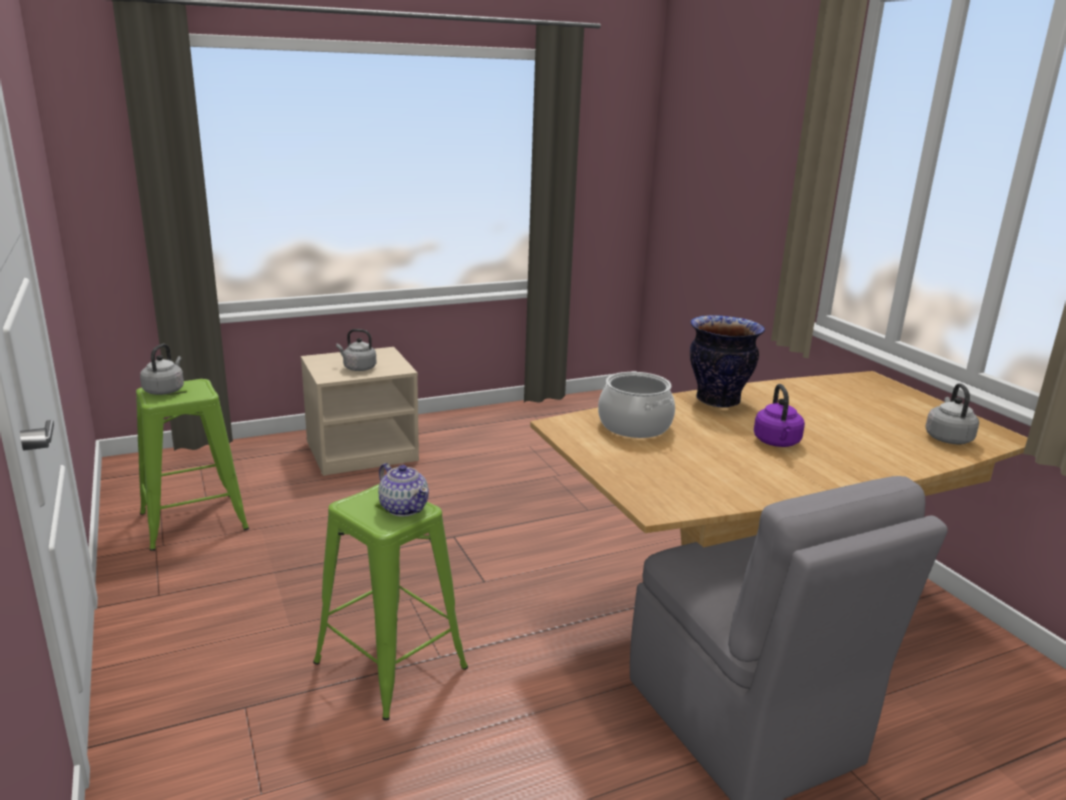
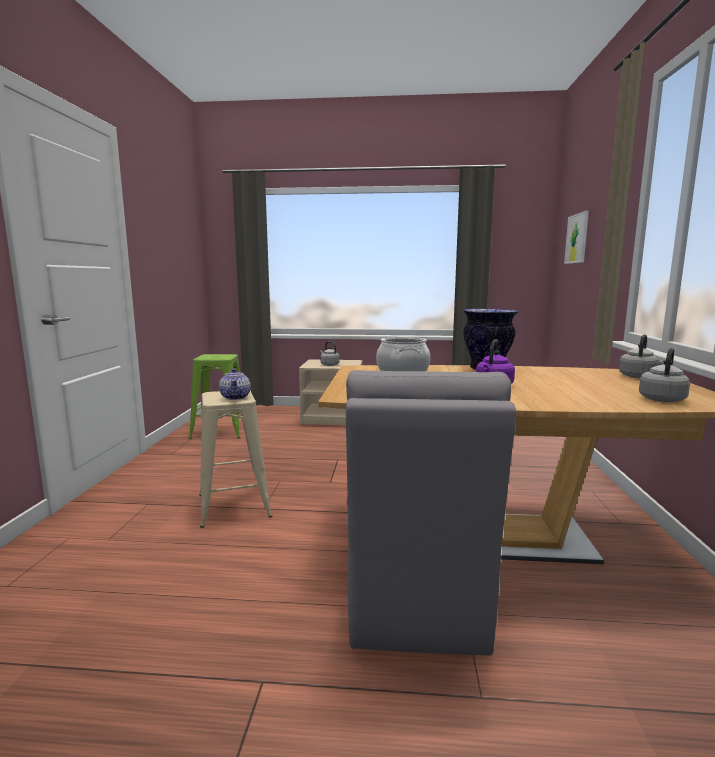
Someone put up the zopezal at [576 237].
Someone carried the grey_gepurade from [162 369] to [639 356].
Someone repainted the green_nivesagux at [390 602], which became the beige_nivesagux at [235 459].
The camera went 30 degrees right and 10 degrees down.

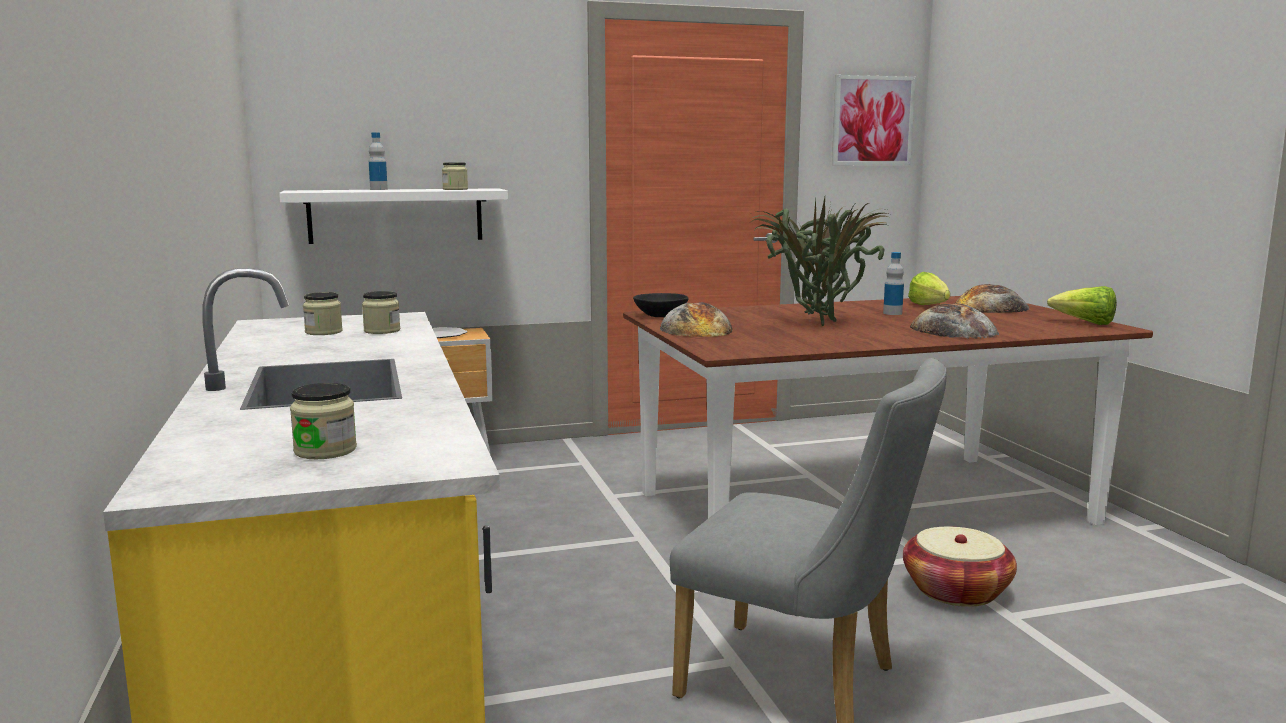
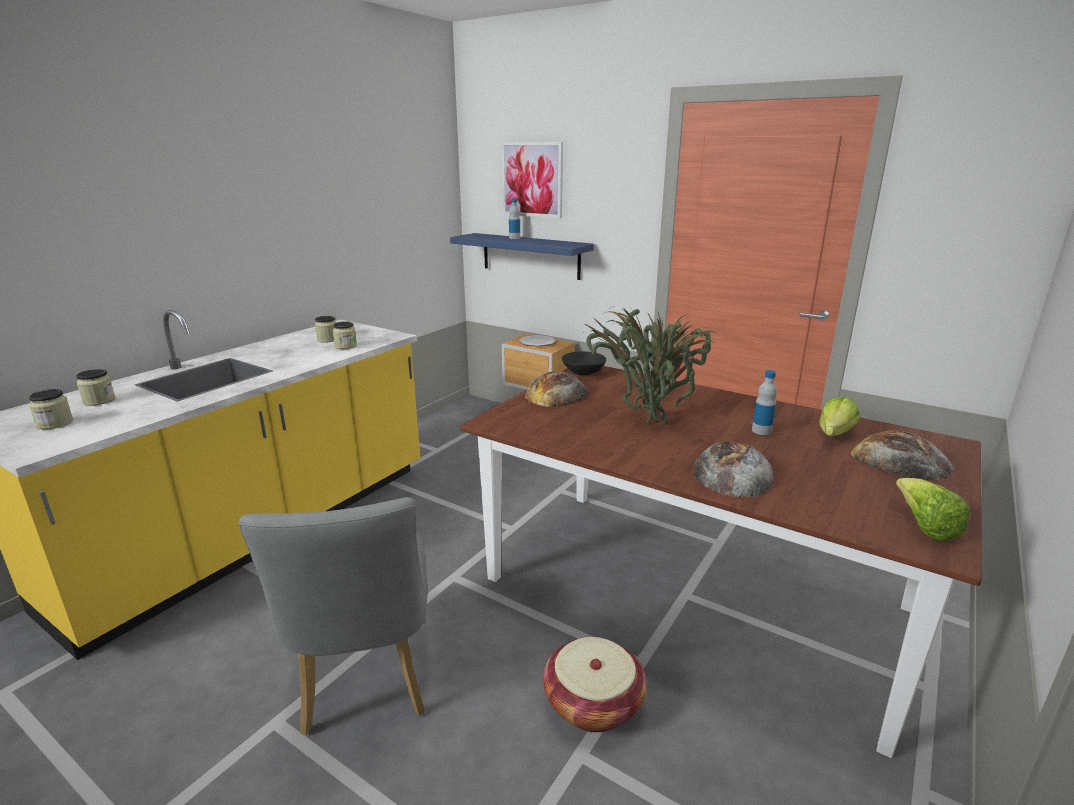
Someone carried the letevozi from [455 176] to [95 387].
Someone carried the zopezal from [874 120] to [532 180].
Someone repainted the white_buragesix at [393 216], which became the blue_buragesix at [522 256].
The camera went 50 degrees right and 10 degrees up.

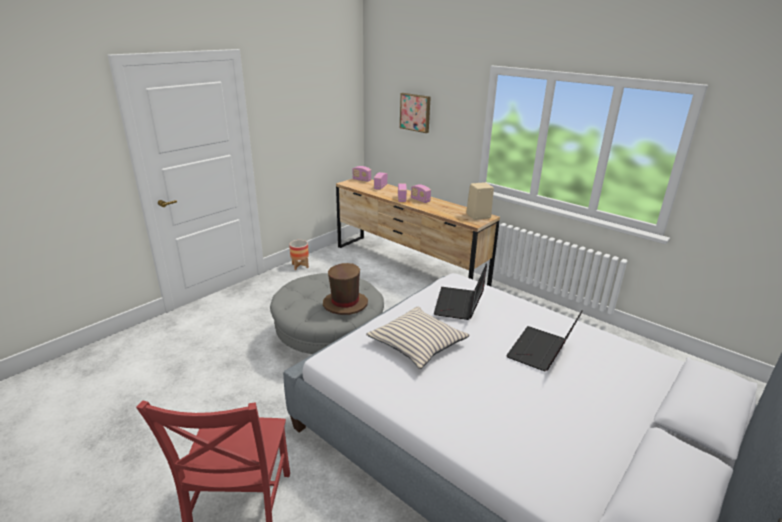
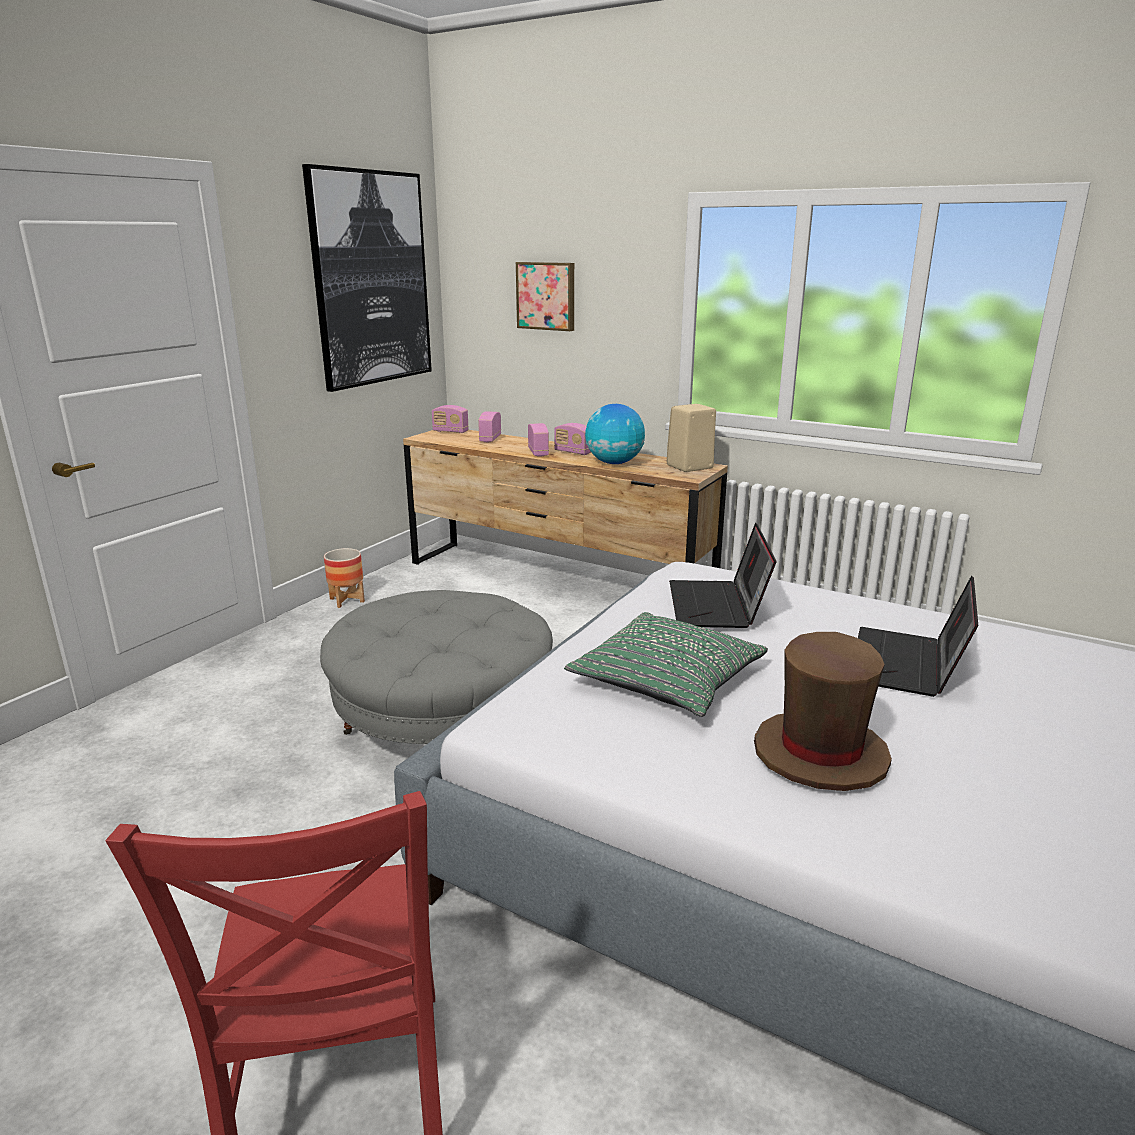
Someone put up the zopezal at [367 278].
Someone put down the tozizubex at [615 434].
Someone carried the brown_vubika from [345 289] to [823 711].
Someone repainted the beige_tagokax at [418 338], which became the green_tagokax at [666 664].
The camera went 10 degrees left and 5 degrees down.

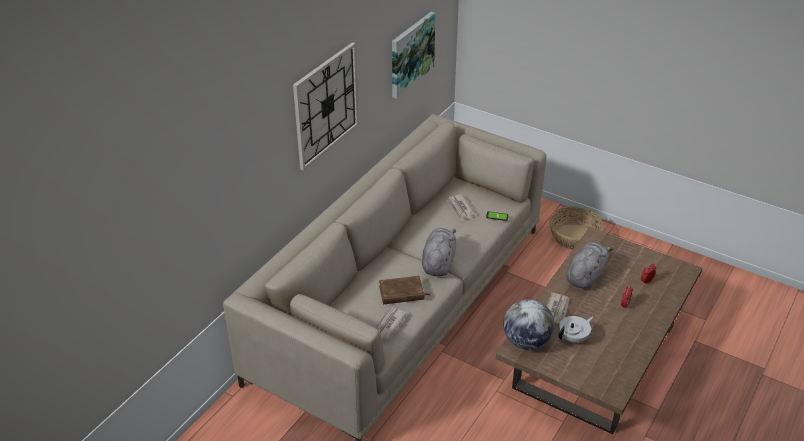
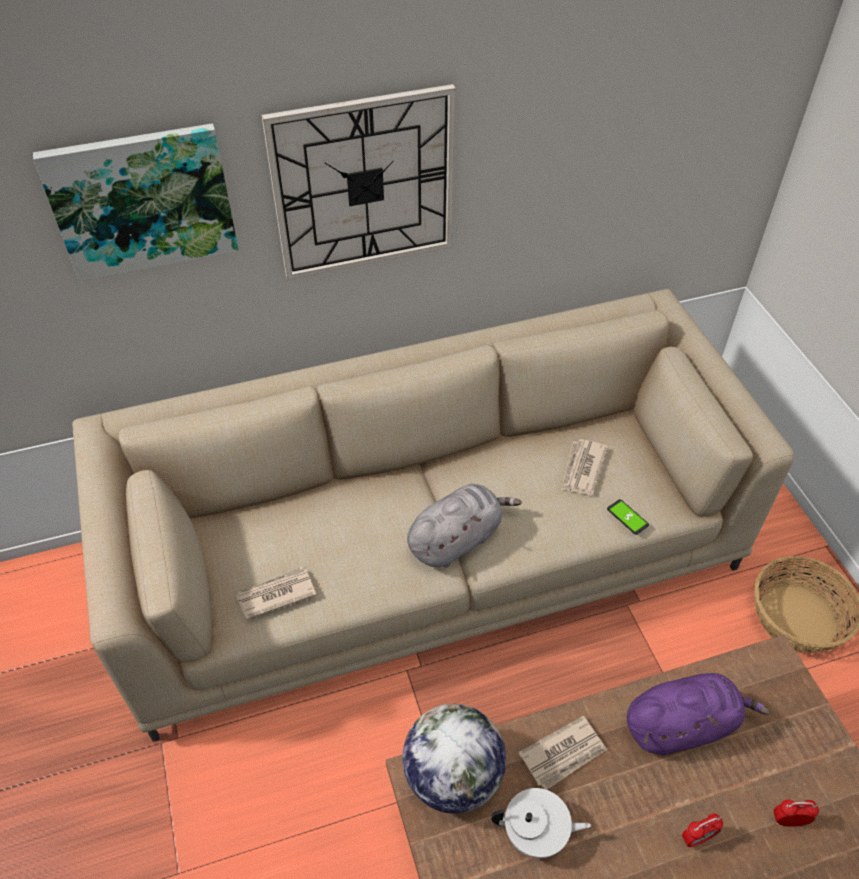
Someone took away the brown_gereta at [404 290].
Someone carried the zopezal from [414 55] to [136 202].
Someone repainted the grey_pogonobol at [589 265], which became the purple_pogonobol at [698 714].
The camera went 40 degrees right and 10 degrees up.

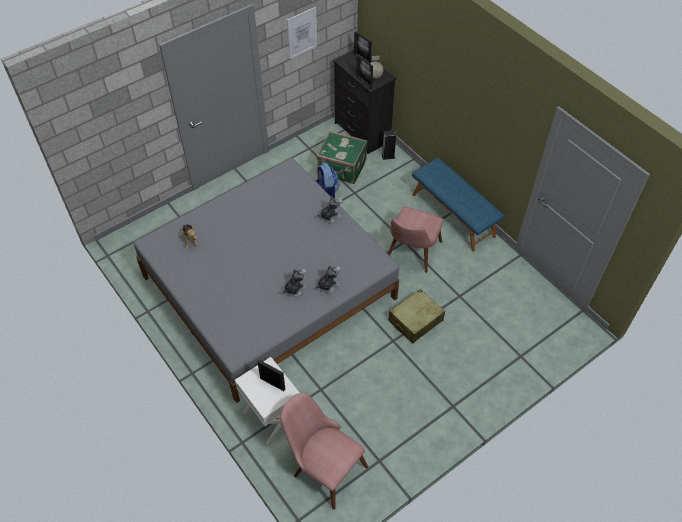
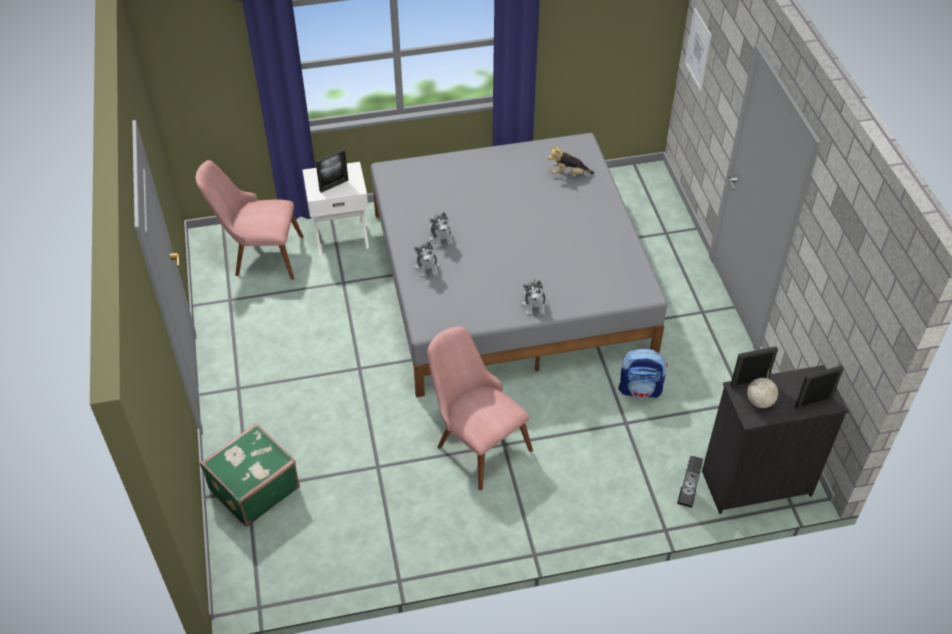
Someone took away the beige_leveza at [416 316].
Someone took away the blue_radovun at [458 205].
Someone carried the zopezal from [302 33] to [698 50].
Someone carried the green_leveza from [341 157] to [250 475].
Someone rotated the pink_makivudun at [324 451] by 150 degrees counterclockwise.
The camera went 115 degrees right and 5 degrees down.

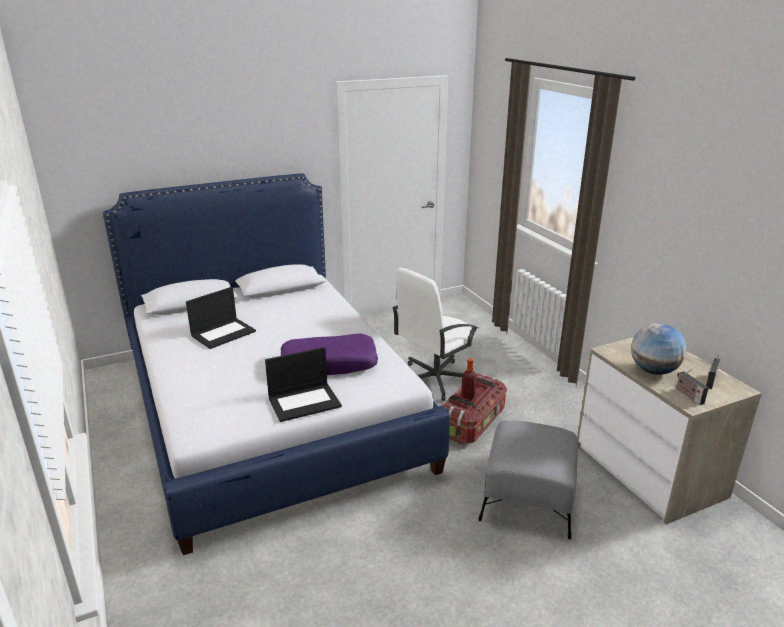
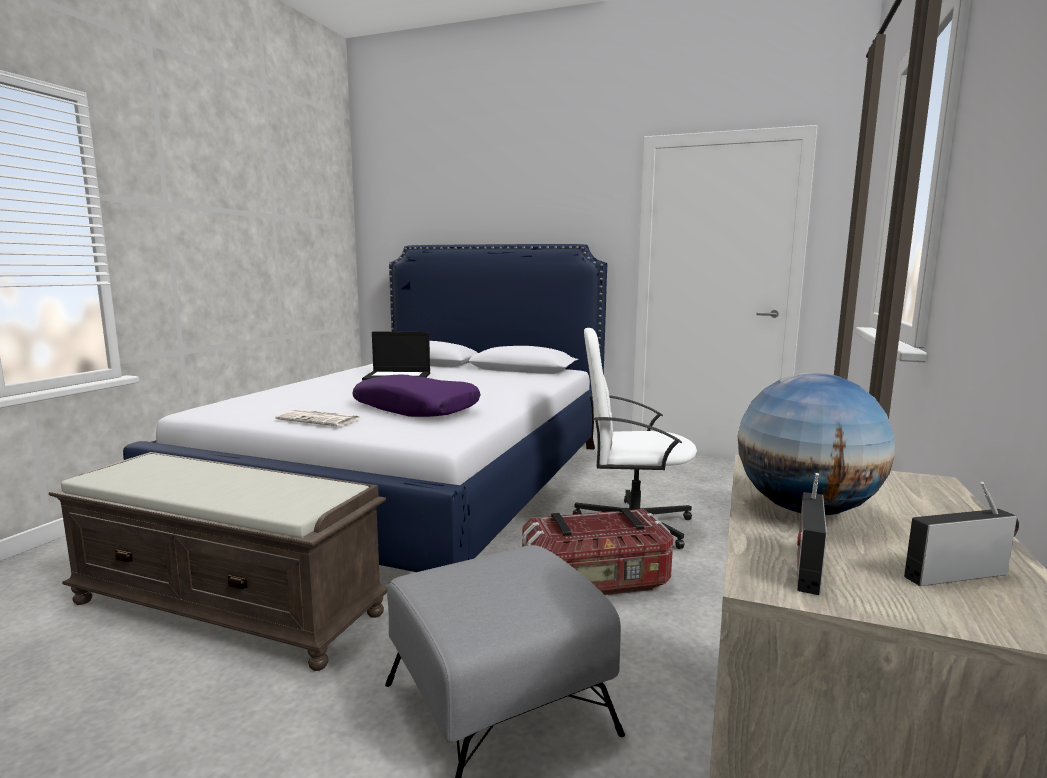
Someone took away the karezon at [469 379].
Someone put down the brown_radovun at [218 561].
Someone swapped the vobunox at [303 384] for the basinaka at [317 417].
The camera went 45 degrees right and 15 degrees down.

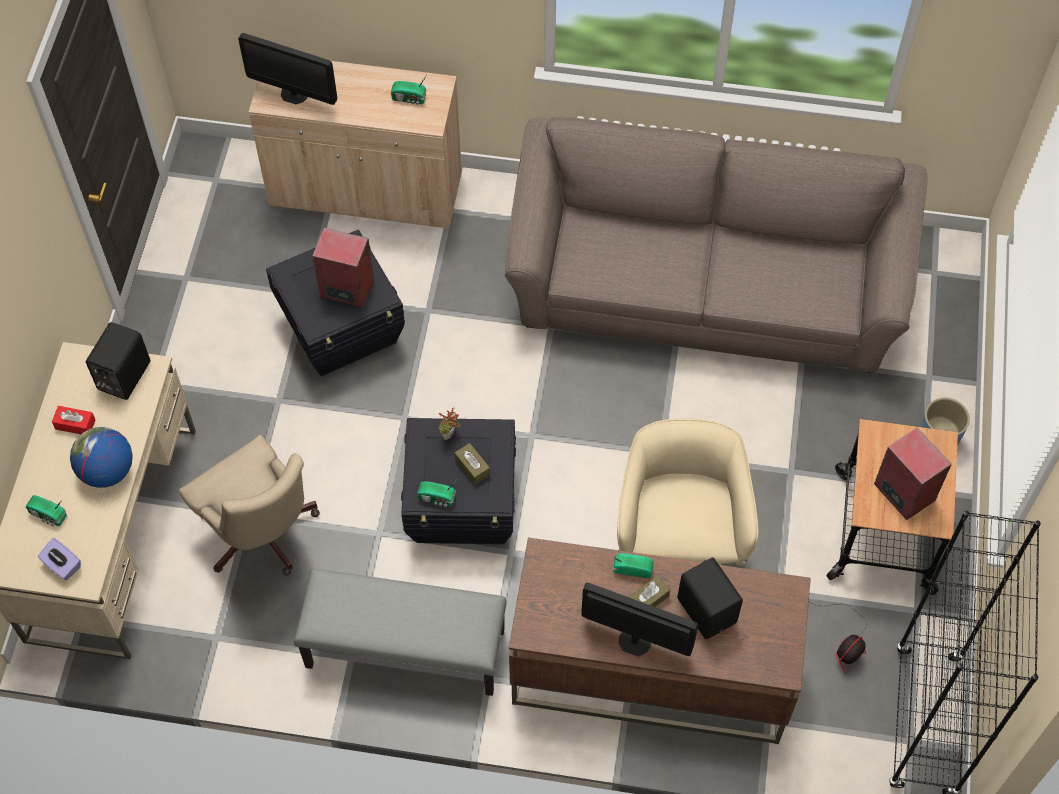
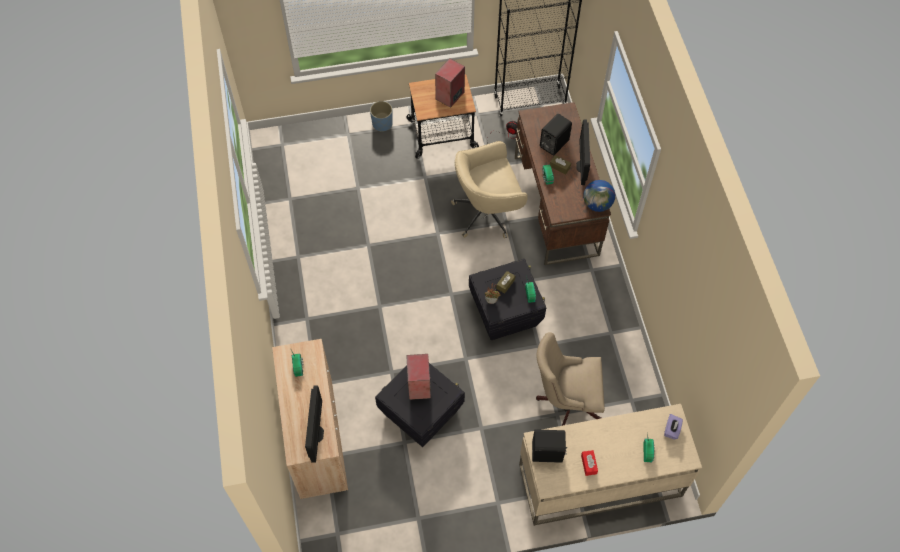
Someone took away the grey_radovun at [400 632].
Someone took away the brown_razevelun at [716 245].
Someone carried the tozizubex from [101 457] to [599 196].
Someone rotated the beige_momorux at [249 505] by 120 degrees counterclockwise.
The camera went 110 degrees left and 0 degrees up.

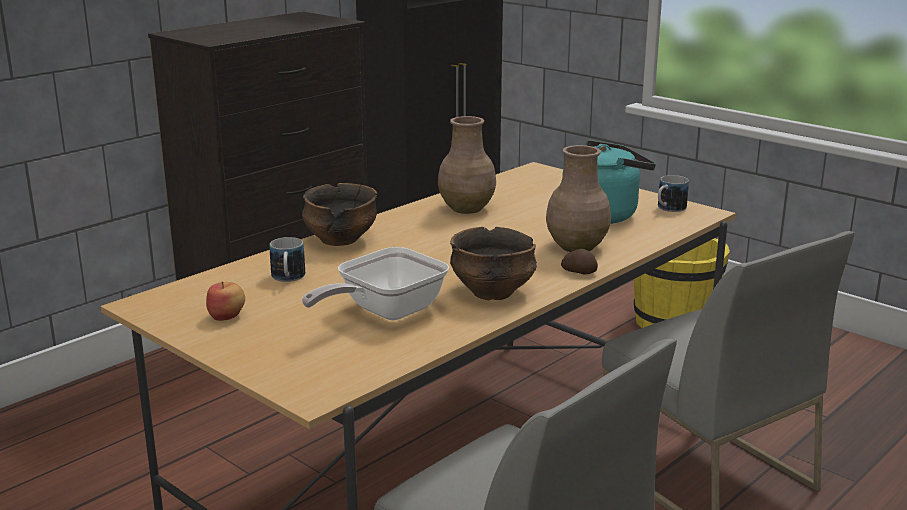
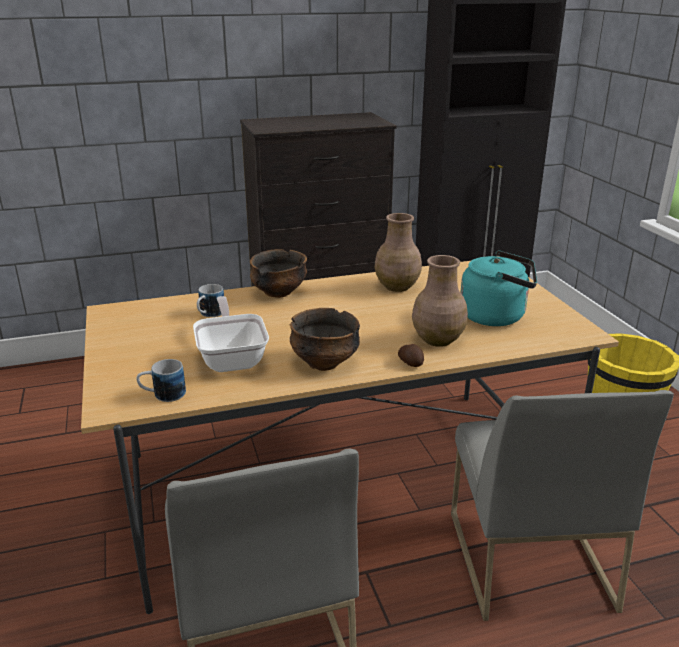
Someone took away the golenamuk at [225 301].
Someone carried the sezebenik from [673 193] to [161 380].
Someone rotated the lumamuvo at [375 283] by 90 degrees clockwise.
The camera went 30 degrees right and 5 degrees up.

